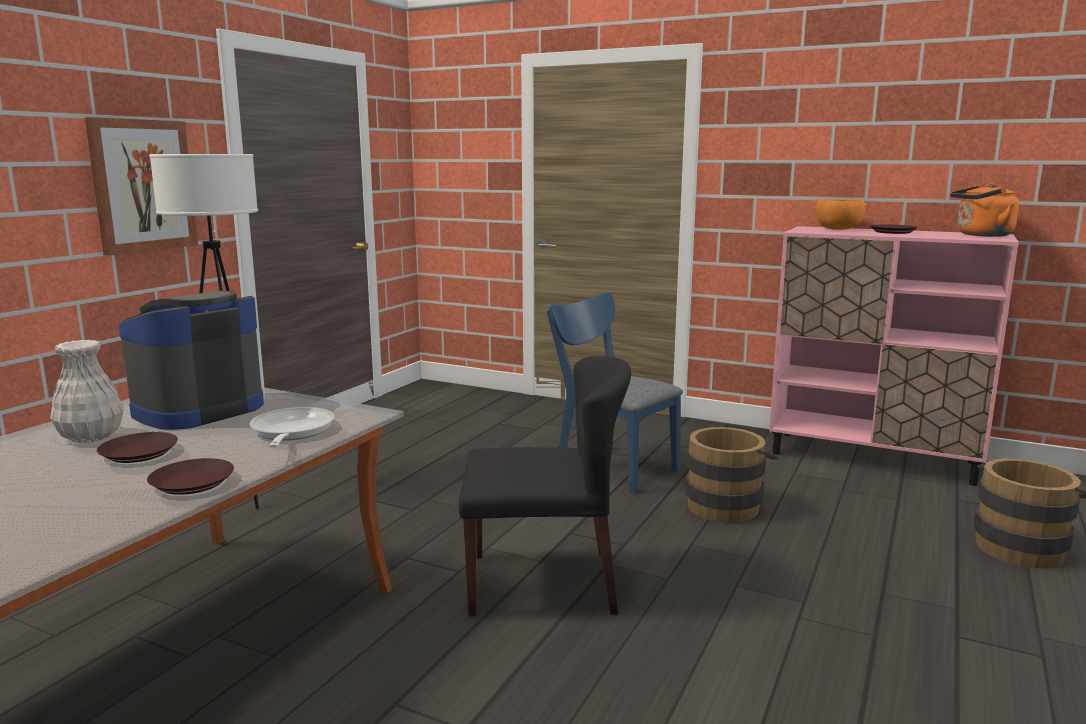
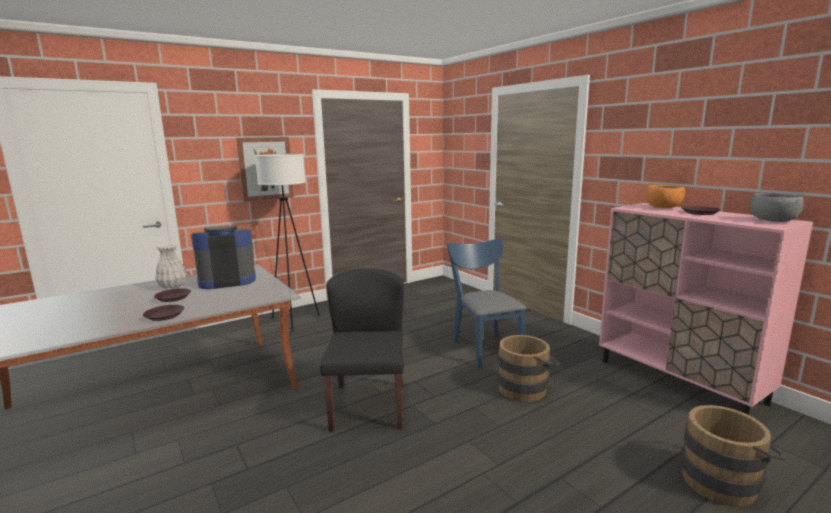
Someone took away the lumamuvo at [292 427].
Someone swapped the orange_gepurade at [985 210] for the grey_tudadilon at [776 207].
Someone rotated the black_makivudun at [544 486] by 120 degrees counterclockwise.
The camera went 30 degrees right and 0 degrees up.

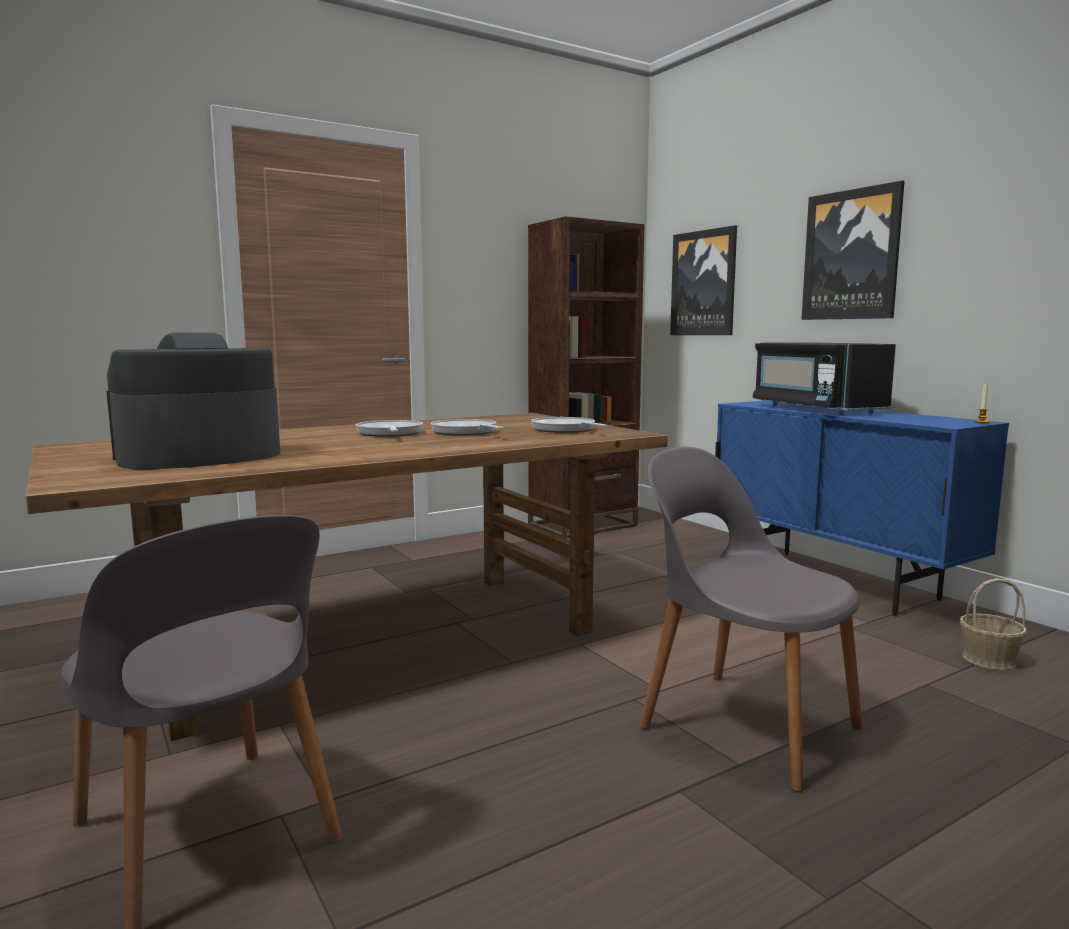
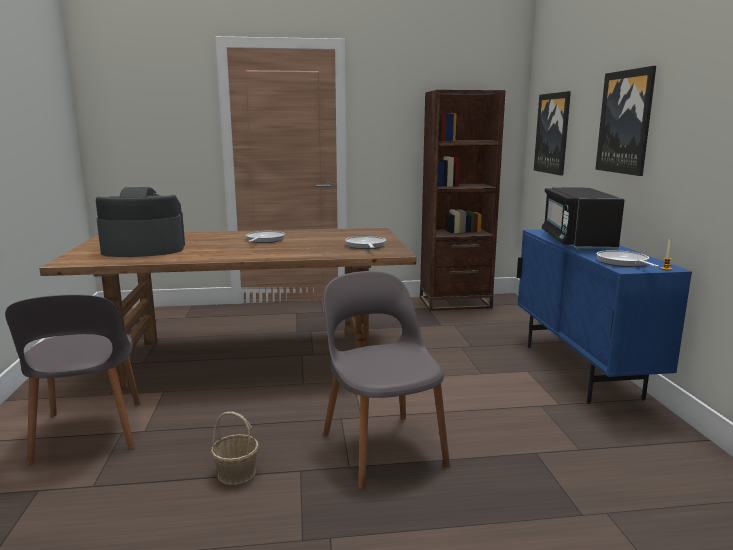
Someone carried the lumamuvo from [467 427] to [628 258].
Someone carried the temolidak from [993 624] to [235 448].
The camera went 25 degrees right and 5 degrees up.

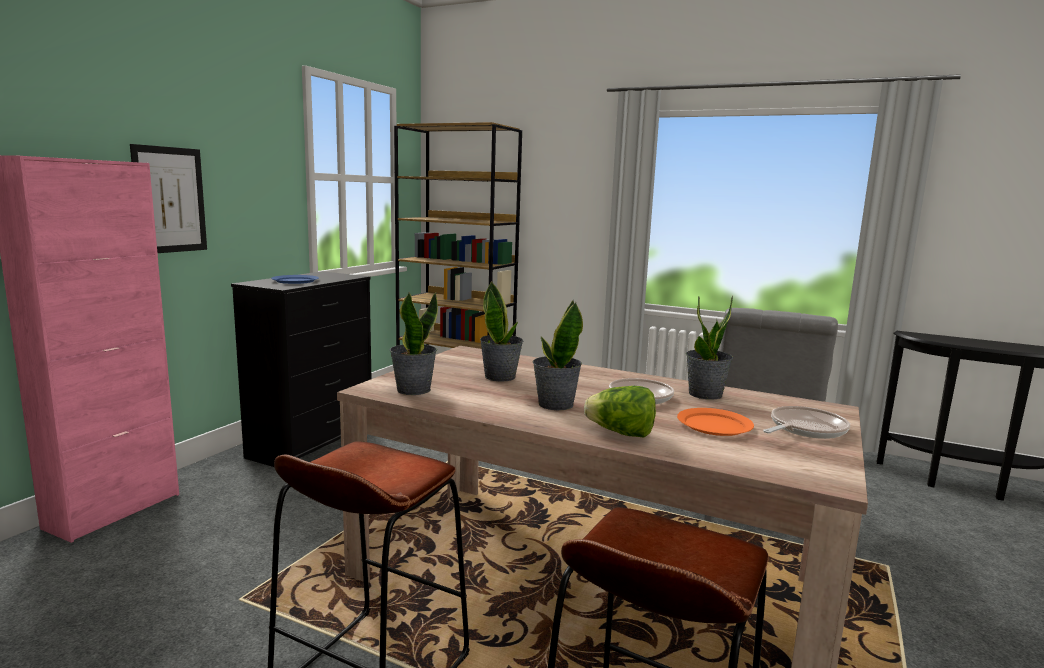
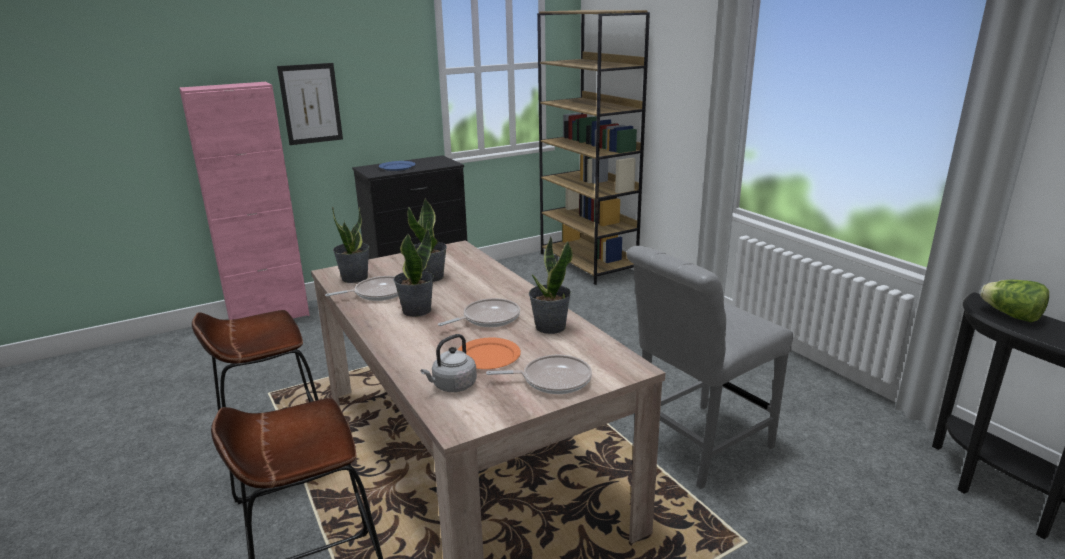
Someone put down the lumamuvo at [361 288].
Someone put down the grey_gepurade at [449 363].
Someone carried the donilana from [620 412] to [1014 301].
The camera went 35 degrees right and 10 degrees up.

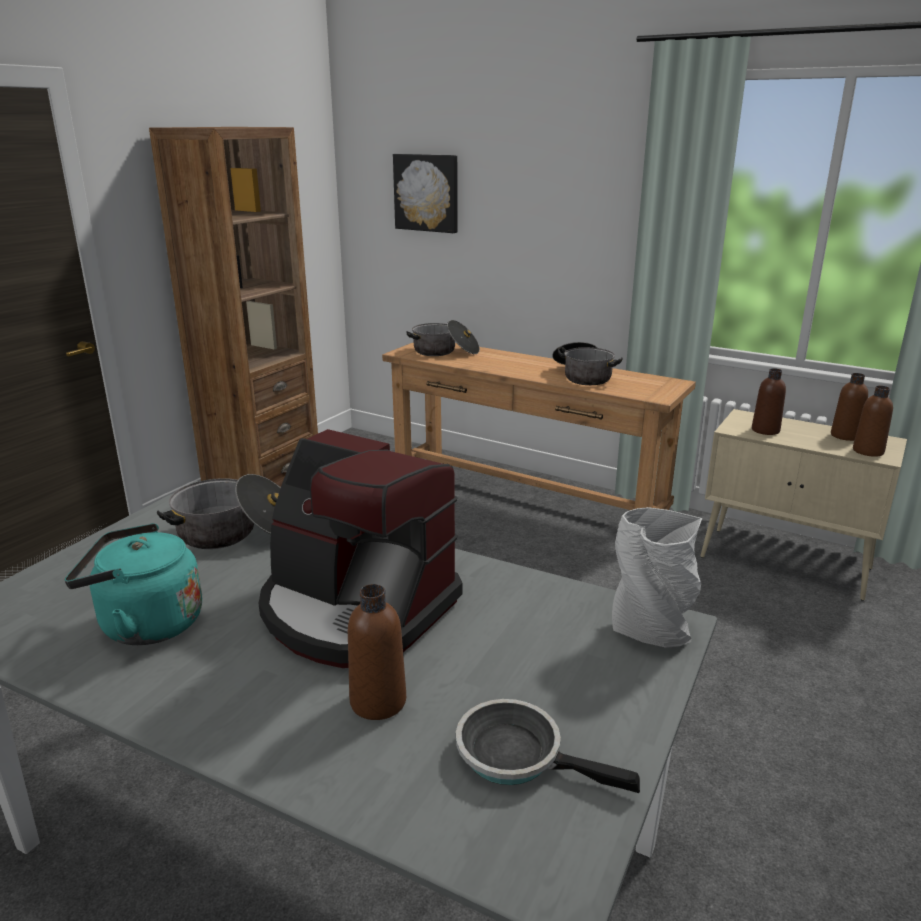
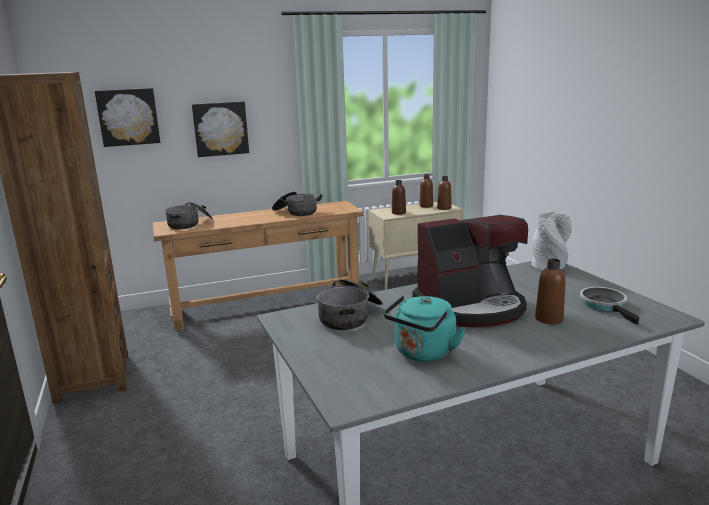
Someone put up the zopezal at [220 129].
Someone rotated the lumamuvo at [548 746] by 105 degrees clockwise.
The camera went 50 degrees left and 5 degrees down.

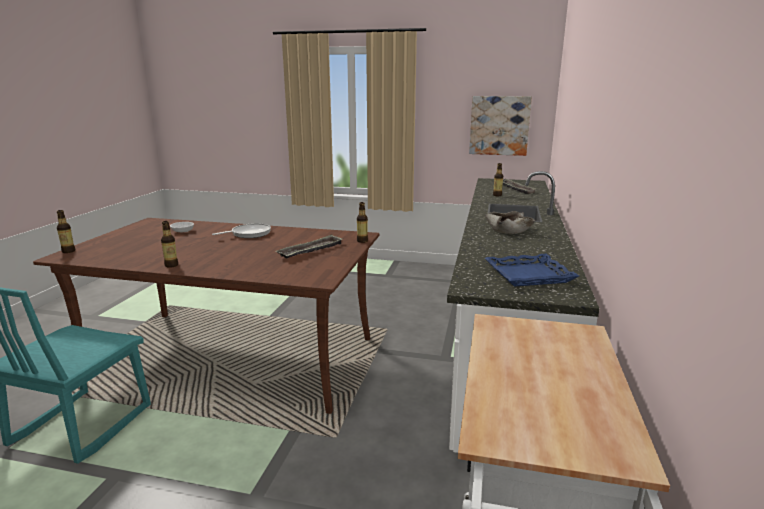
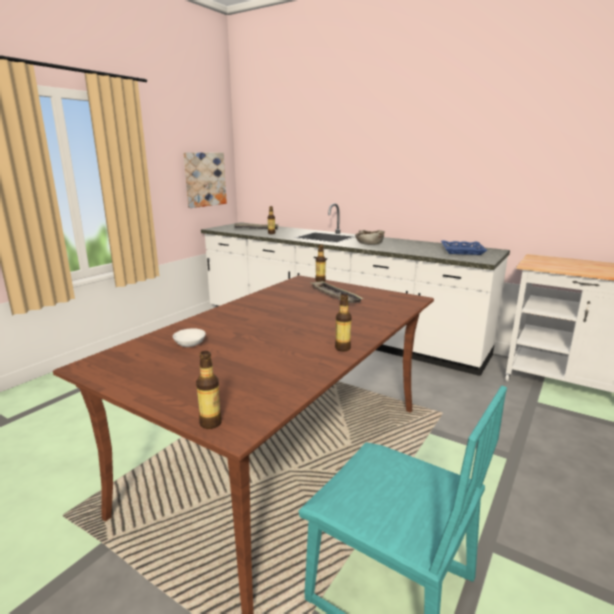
Someone took away the lumamuvo at [241 230].
The camera went 70 degrees left and 0 degrees up.

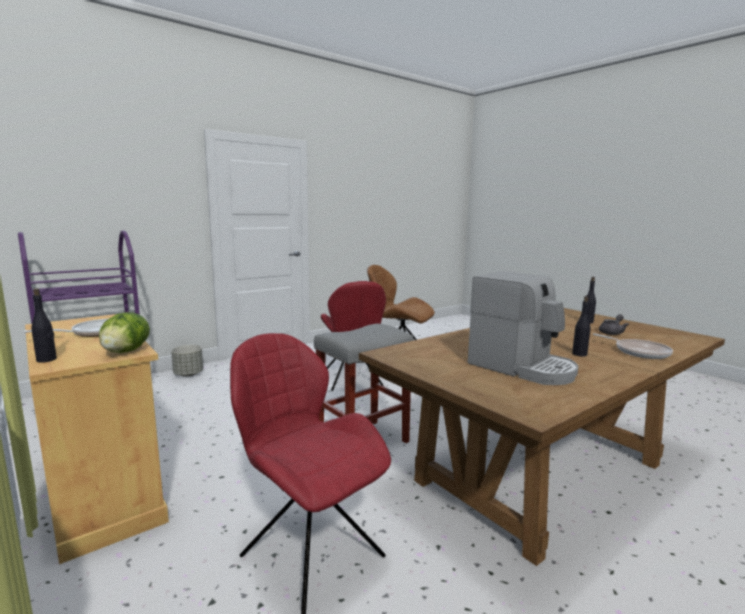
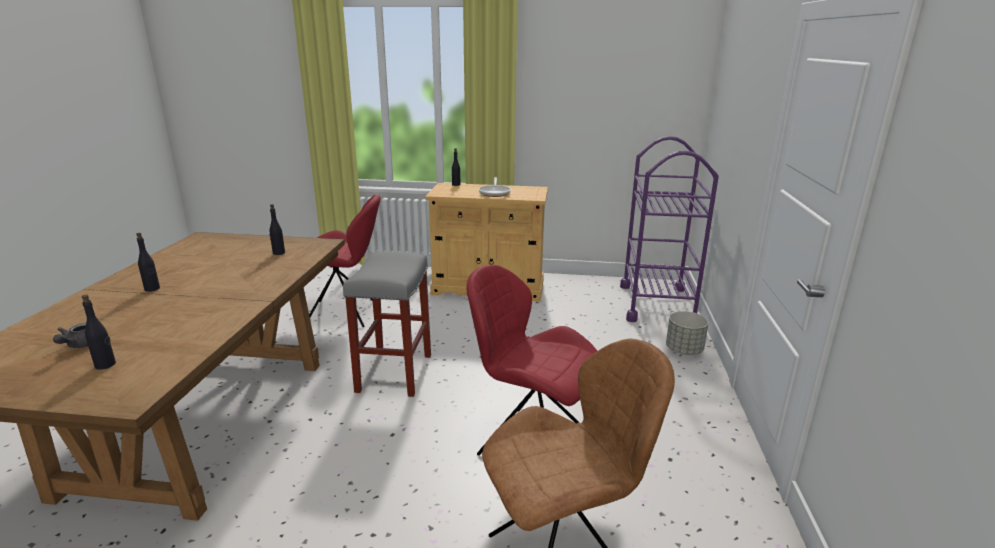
Someone took away the donilana at [124 332].
Someone took away the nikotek at [523 328].
Someone took away the lumamuvo at [633 346].
Someone put down the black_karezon at [277 229].
The camera went 135 degrees right and 10 degrees up.

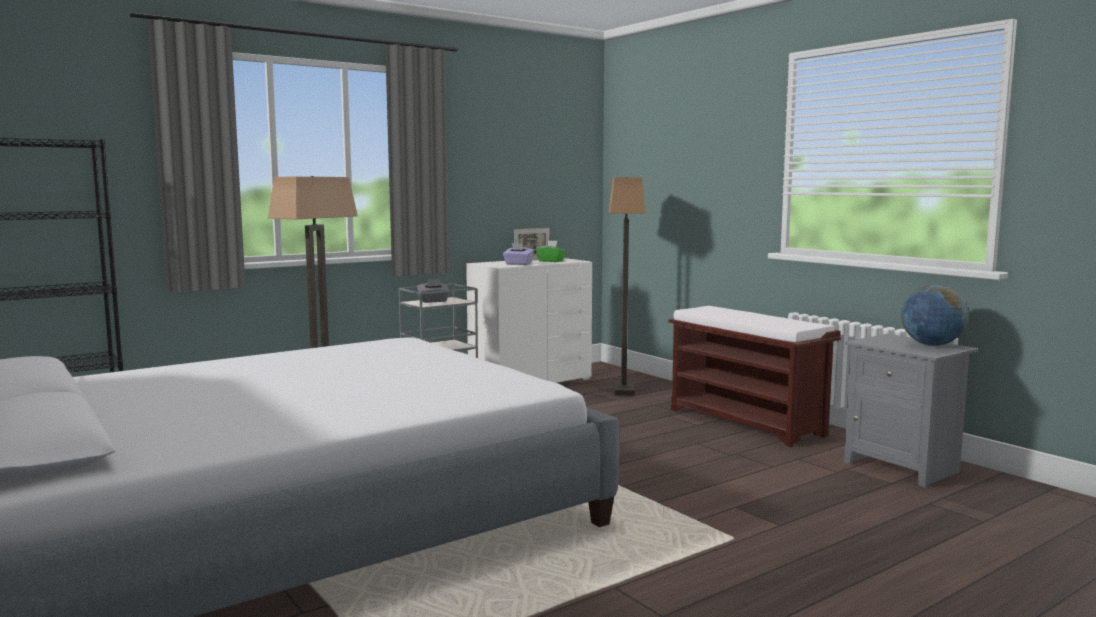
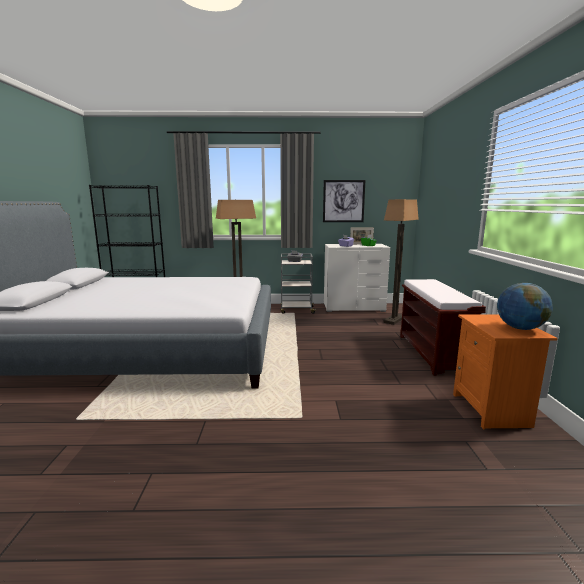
Someone put up the zopezal at [344 201].
Someone repainted the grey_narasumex at [911 410], which became the orange_narasumex at [505 371].
The camera went 35 degrees right and 5 degrees up.

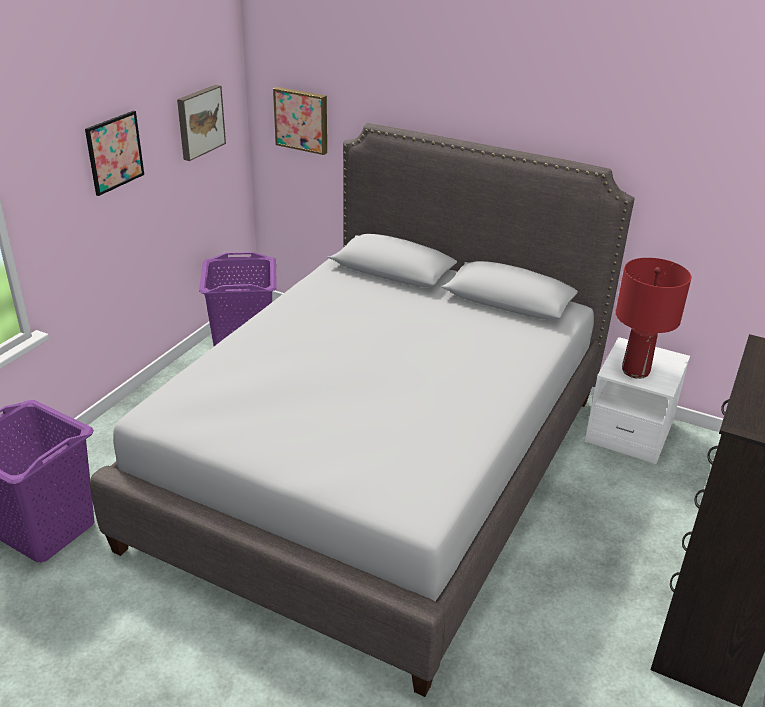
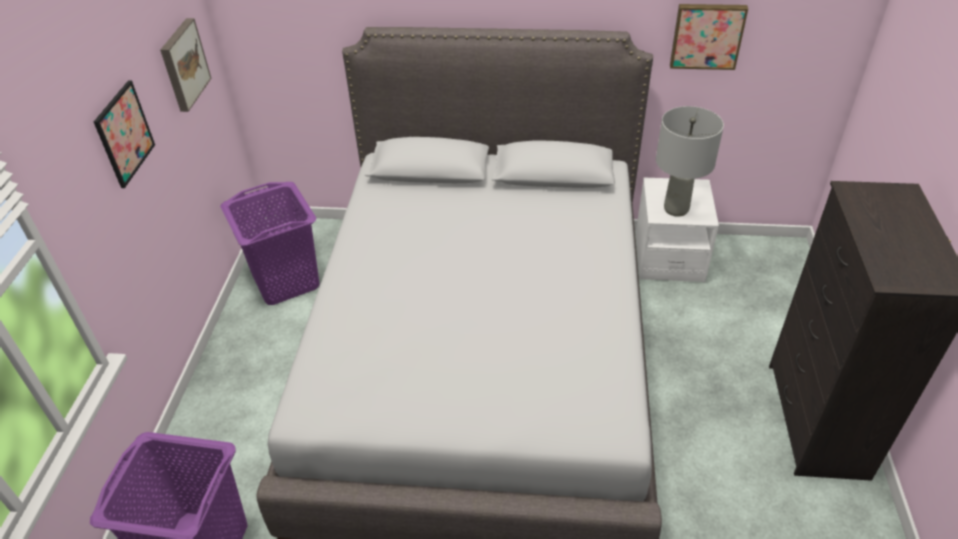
Someone carried the zopezal from [300 121] to [709 37].
Someone repainted the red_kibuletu at [654 318], which became the grey_kibuletu at [690 161].
The camera went 20 degrees left and 10 degrees up.

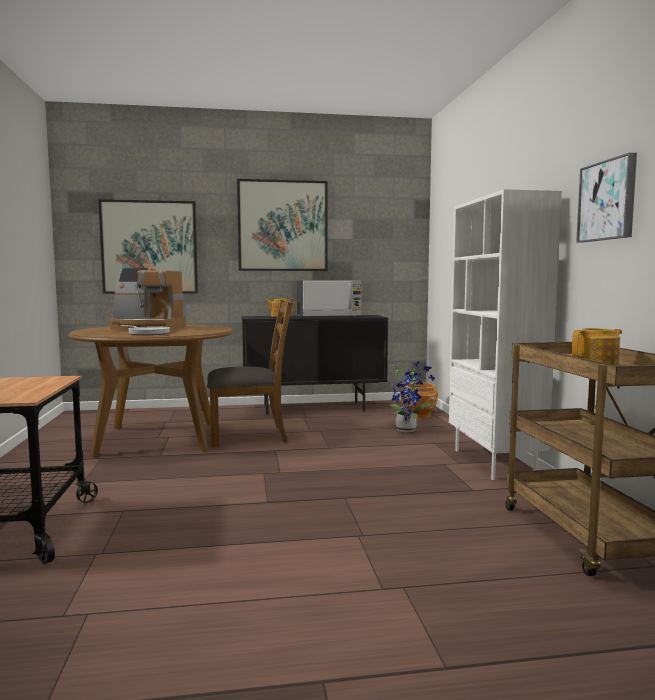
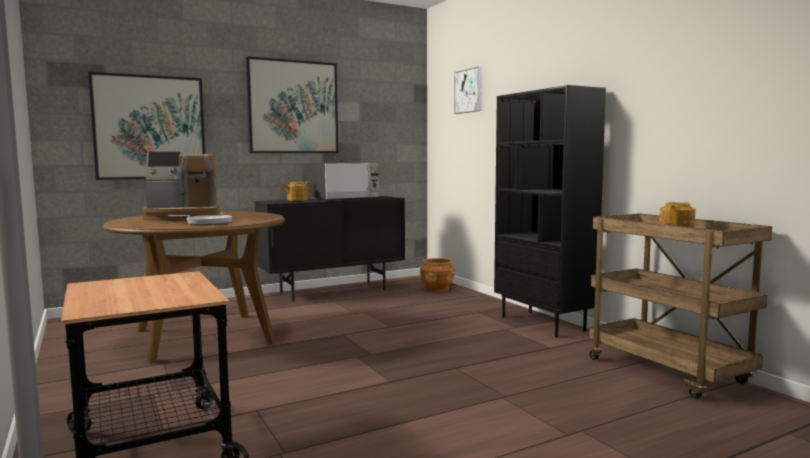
Someone took away the brown_makivudun at [250 373].
Someone took away the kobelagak at [410 396].
Someone carried the zopezal from [606 198] to [468 90].
Someone repainted the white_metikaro at [505 334], which became the black_metikaro at [550 211].
The camera went 20 degrees left and 0 degrees up.

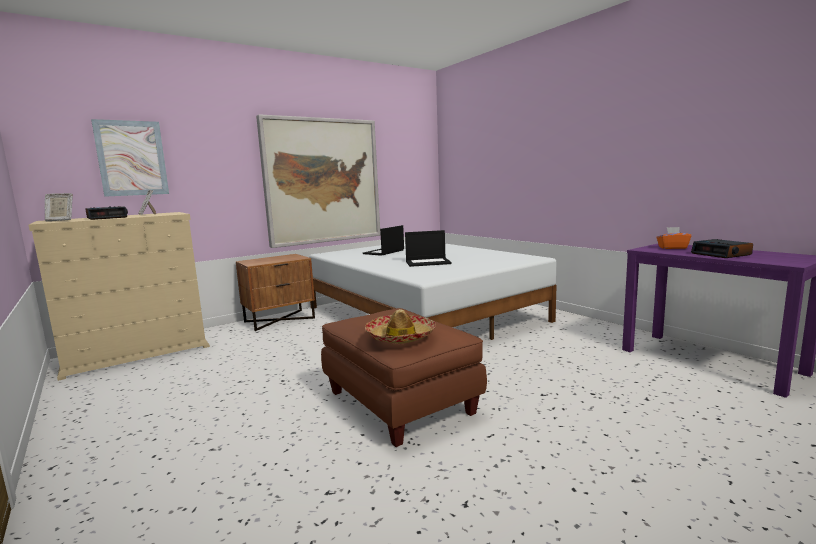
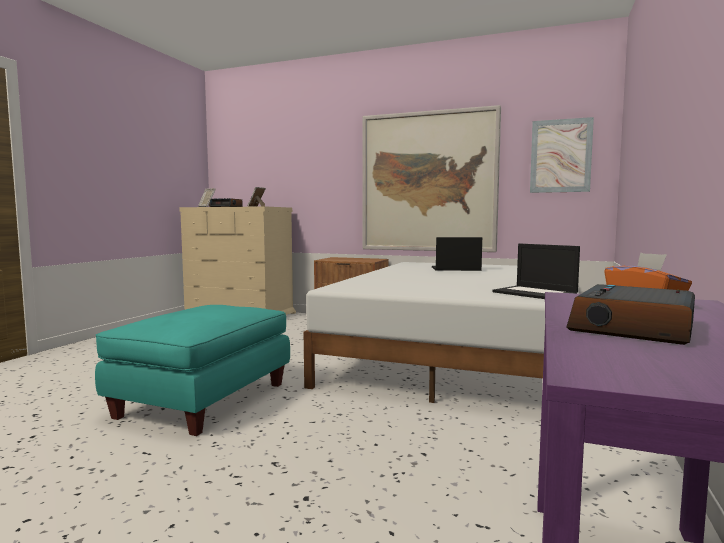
Someone took away the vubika at [400 326].
Someone carried the zopezal from [130 158] to [562 155].
Someone carried the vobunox from [428 248] to [536 271].
Someone repainted the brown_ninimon at [404 377], which became the turquoise_ninimon at [192 370].
The camera went 55 degrees right and 5 degrees down.

